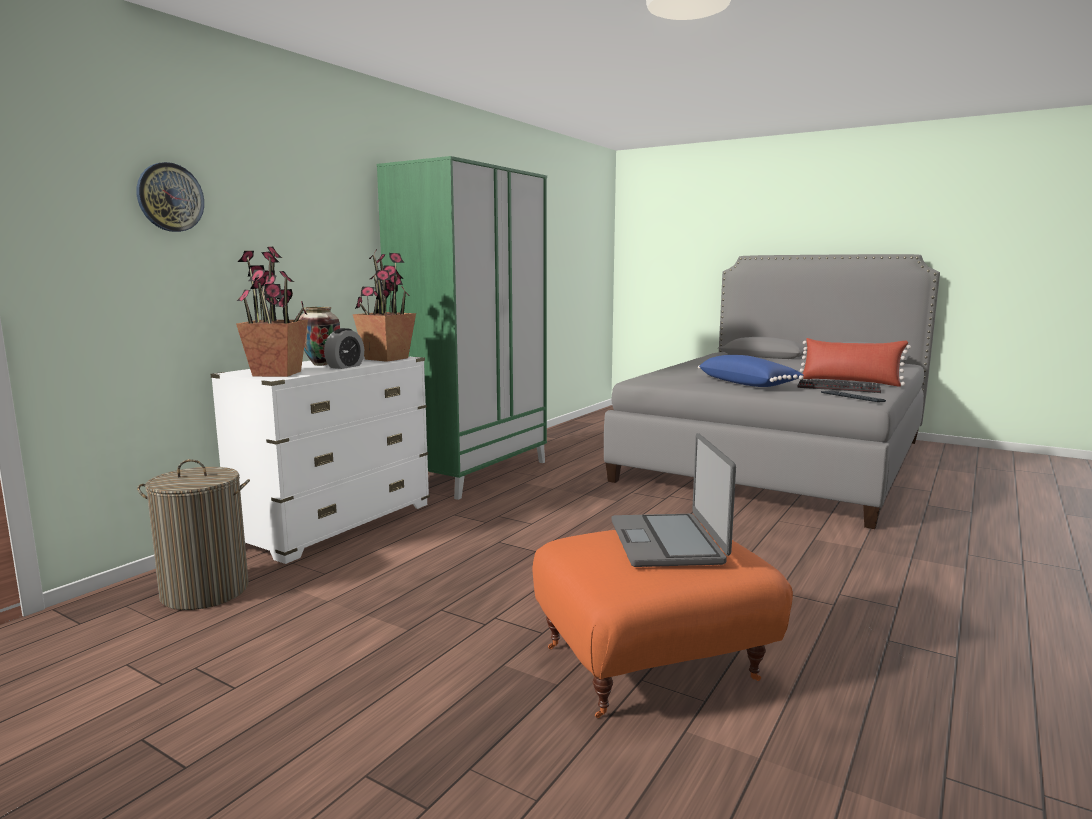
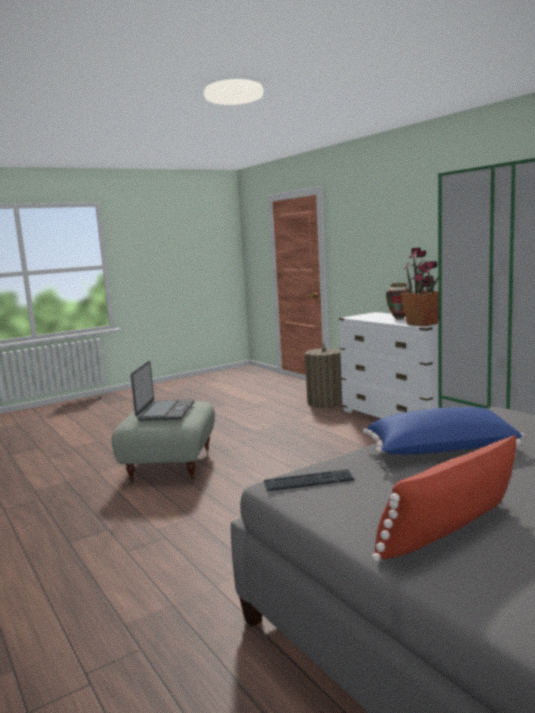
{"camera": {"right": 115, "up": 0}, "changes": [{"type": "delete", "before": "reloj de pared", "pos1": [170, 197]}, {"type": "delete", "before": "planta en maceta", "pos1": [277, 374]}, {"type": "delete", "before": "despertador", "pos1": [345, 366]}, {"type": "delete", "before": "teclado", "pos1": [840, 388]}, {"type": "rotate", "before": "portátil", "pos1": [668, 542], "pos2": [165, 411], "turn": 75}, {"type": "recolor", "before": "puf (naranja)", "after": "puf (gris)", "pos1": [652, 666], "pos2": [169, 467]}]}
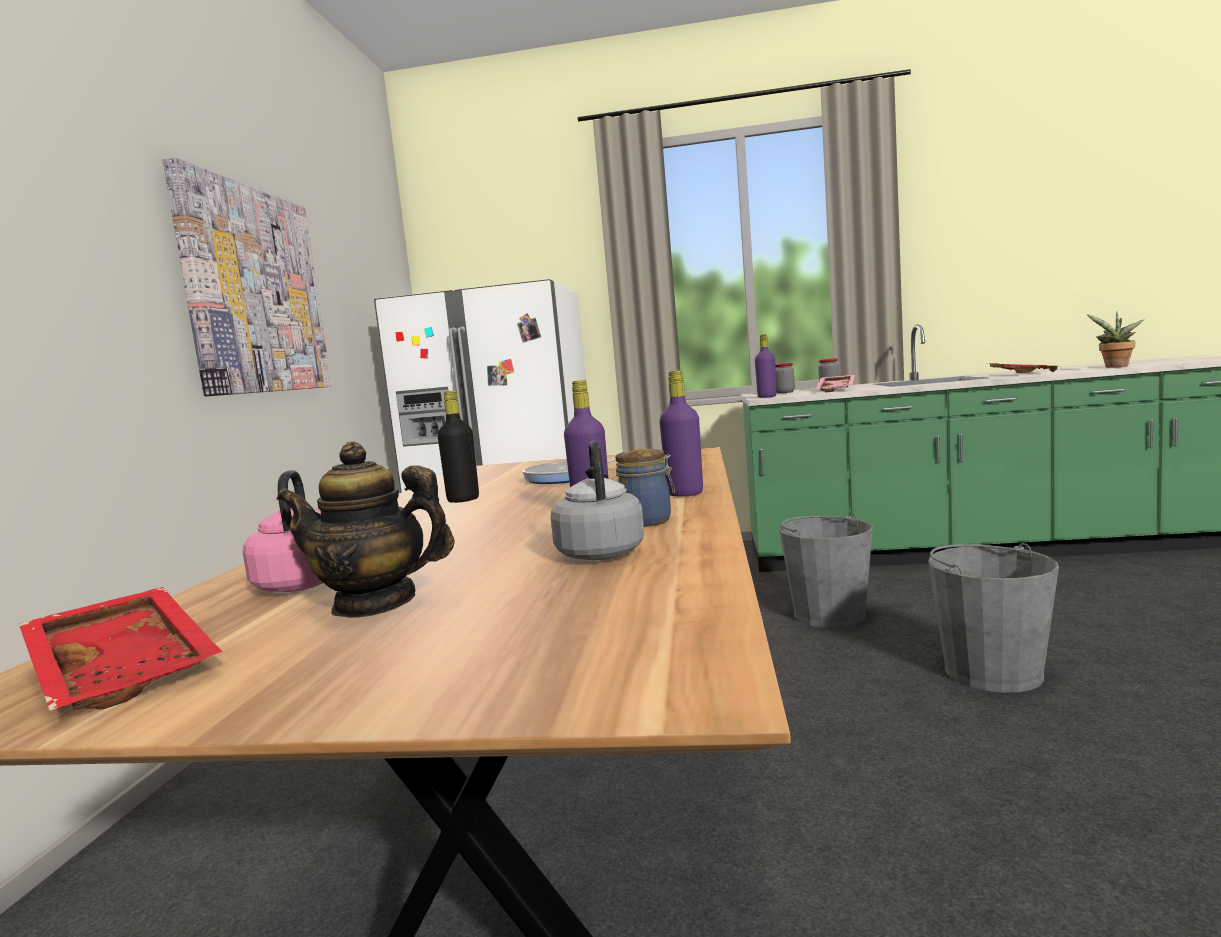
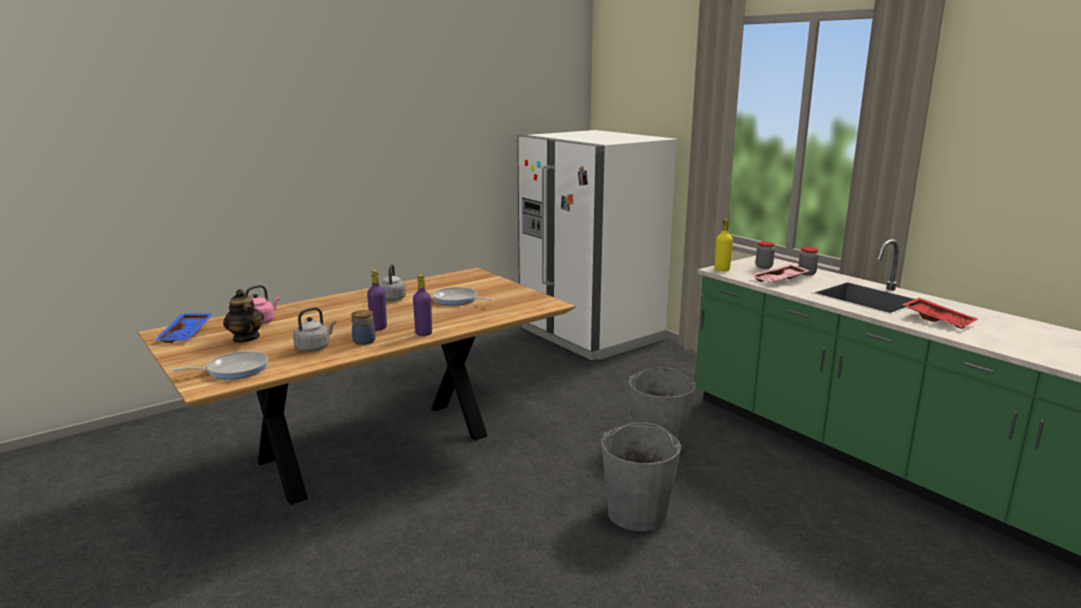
{"camera": {"right": 45, "up": 10}, "changes": [{"type": "delete", "before": "cuadro", "pos1": [254, 291]}, {"type": "delete", "before": "planta en maceta", "pos1": [1115, 367]}, {"type": "recolor", "before": "botella (morado)", "after": "botella (amarillo)", "pos1": [767, 397], "pos2": [722, 269]}, {"type": "replace", "before": "botella (negro)", "after": "hervidor (gris)", "pos1": [463, 500], "pos2": [392, 298]}, {"type": "recolor", "before": "bandeja (rojo)", "after": "bandeja (azul)", "pos1": [128, 668], "pos2": [187, 334]}, {"type": "insert", "after": "sartén", "pos2": [234, 369]}]}
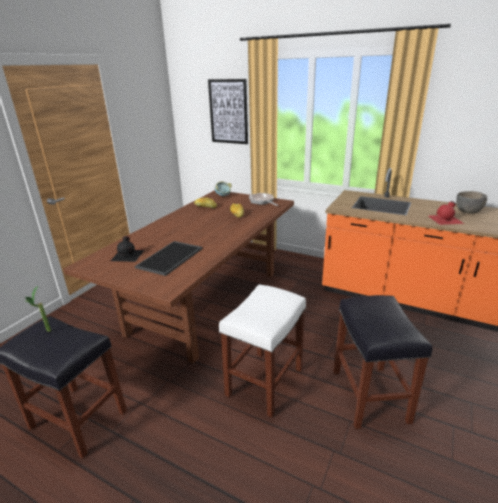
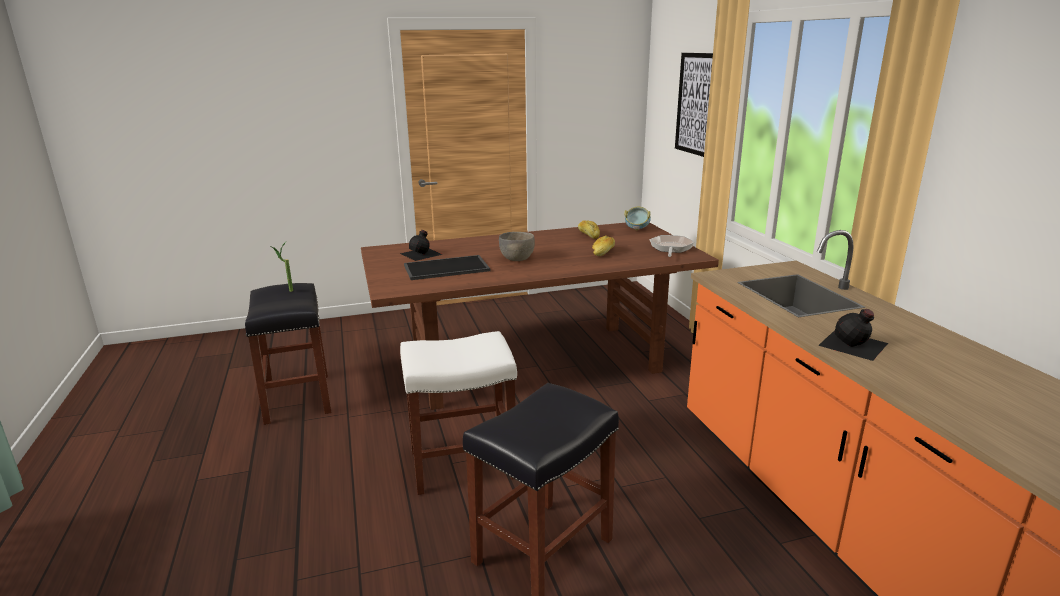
{"camera": {"right": 45, "up": -5}, "changes": [{"type": "move", "before": "cuenco (gris)", "pos1": [468, 212], "pos2": [517, 259]}, {"type": "recolor", "before": "botella (rojo)", "after": "botella (negro)", "pos1": [446, 219], "pos2": [853, 344]}]}
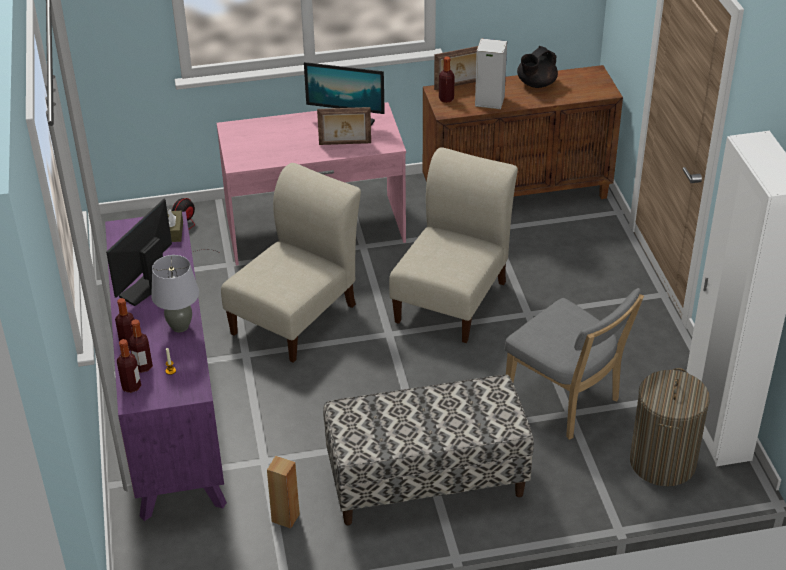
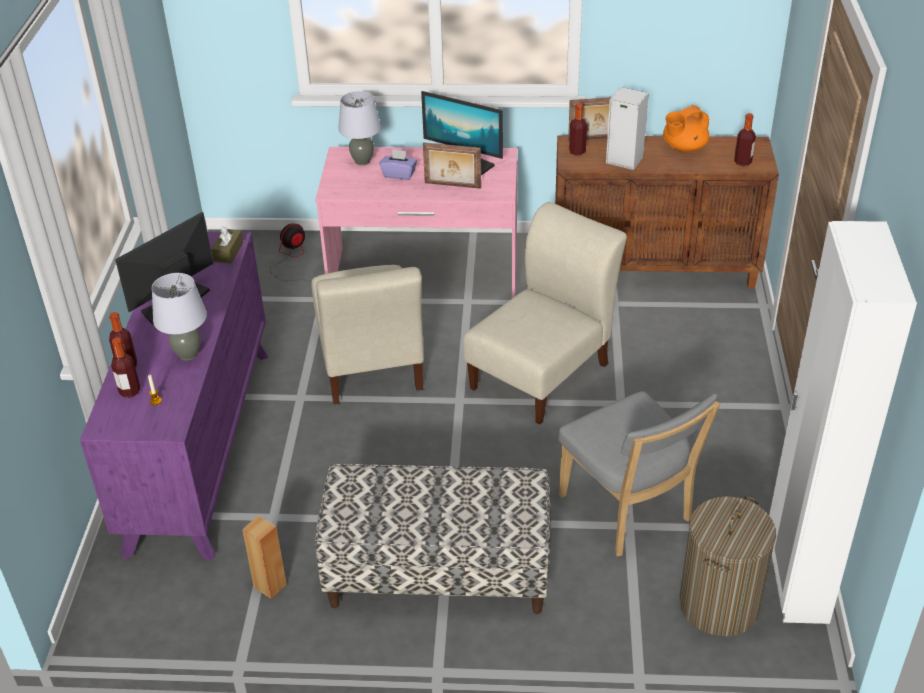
{"camera": {"right": 15, "up": 0}, "changes": [{"type": "recolor", "before": "tetera (negro)", "after": "tetera (naranja)", "pos1": [536, 84], "pos2": [684, 148]}, {"type": "rotate", "before": "silla (beis)", "pos1": [297, 316], "pos2": [370, 365], "turn": 120}, {"type": "move", "before": "botella", "pos1": [131, 387], "pos2": [742, 162]}, {"type": "insert", "after": "lámpara de mesa (gris)", "pos2": [362, 161]}, {"type": "insert", "after": "caja de pañuelos (morado)", "pos2": [399, 174]}]}
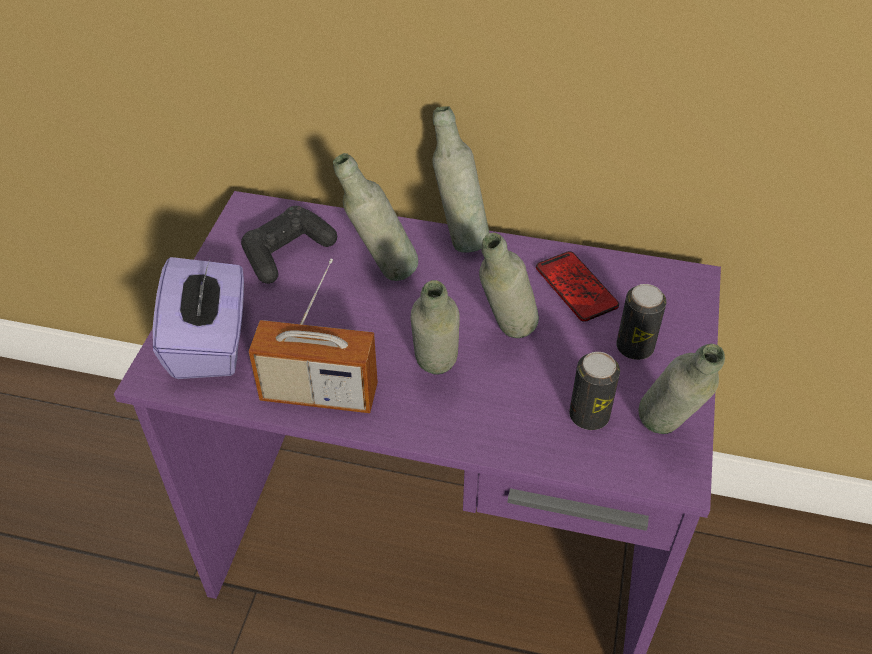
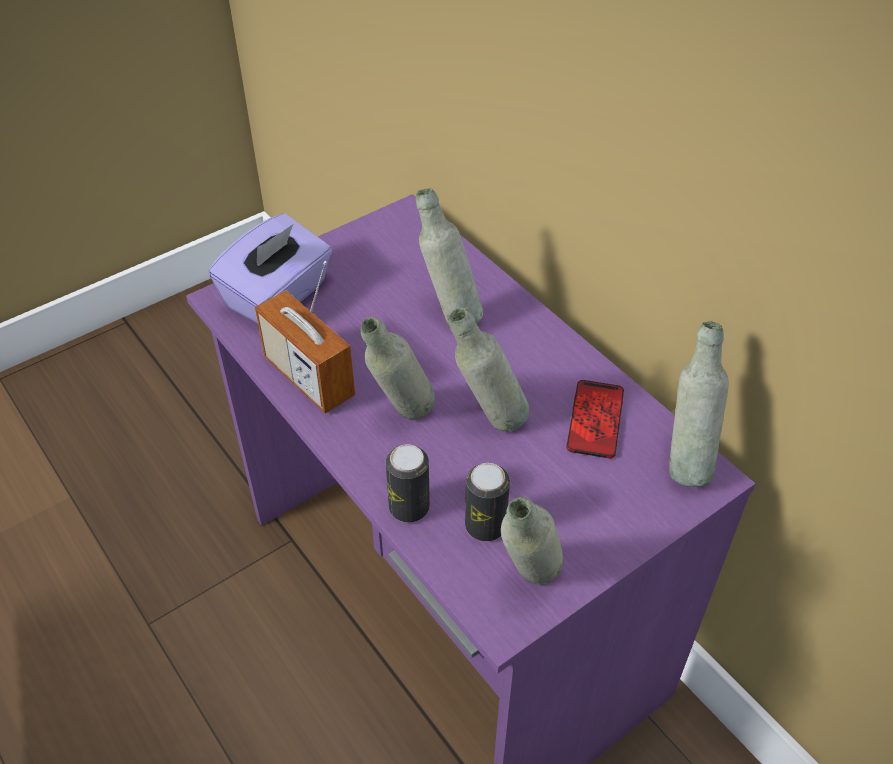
{"camera": {"right": 40, "up": 0}, "changes": [{"type": "move", "before": "botella (gris)", "pos1": [458, 239], "pos2": [685, 463]}, {"type": "delete", "before": "mando de consola (negro)", "pos1": [287, 253]}, {"type": "move", "before": "lata", "pos1": [634, 347], "pos2": [409, 507]}]}
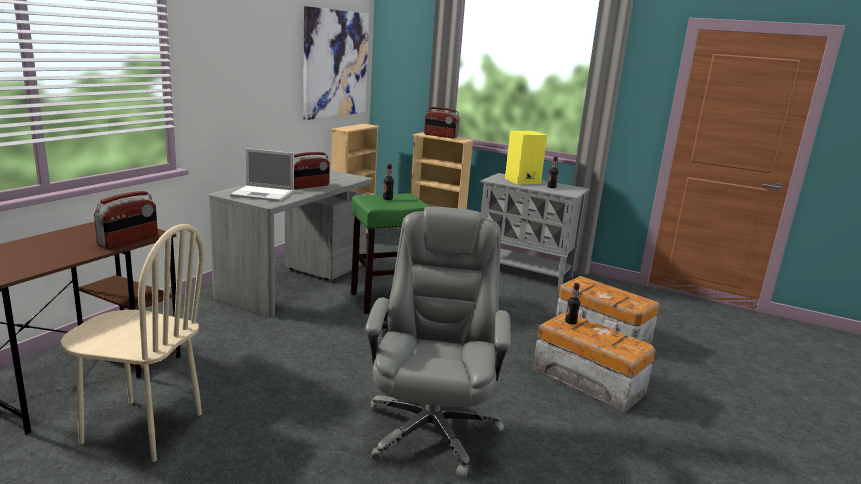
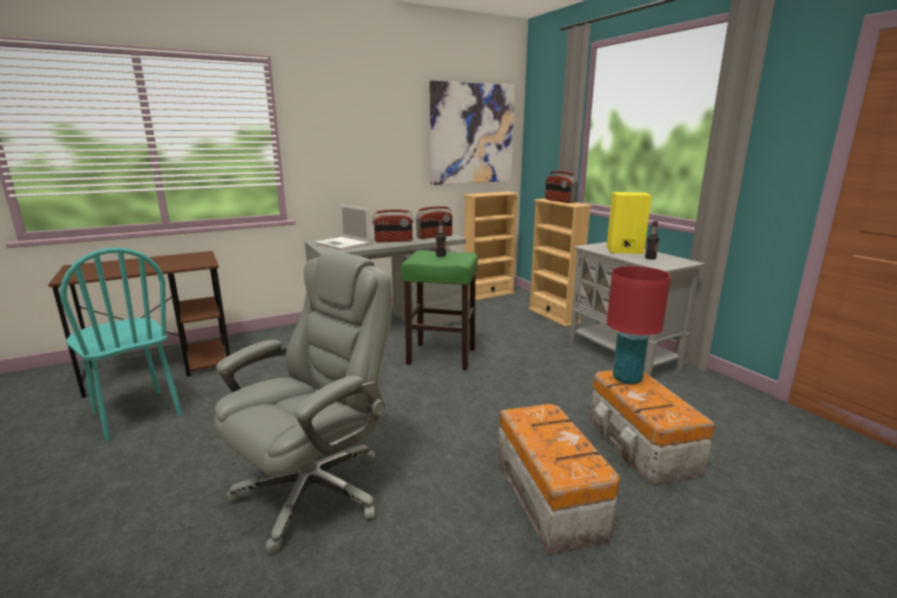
{"camera": {"right": 35, "up": 0}, "changes": [{"type": "move", "before": "radio", "pos1": [129, 241], "pos2": [434, 236]}, {"type": "recolor", "before": "silla (beis)", "after": "silla (turquesa)", "pos1": [142, 428], "pos2": [136, 414]}, {"type": "delete", "before": "botella", "pos1": [570, 322]}, {"type": "insert", "after": "lámpara de mesa (rojo)", "pos2": [627, 379]}]}
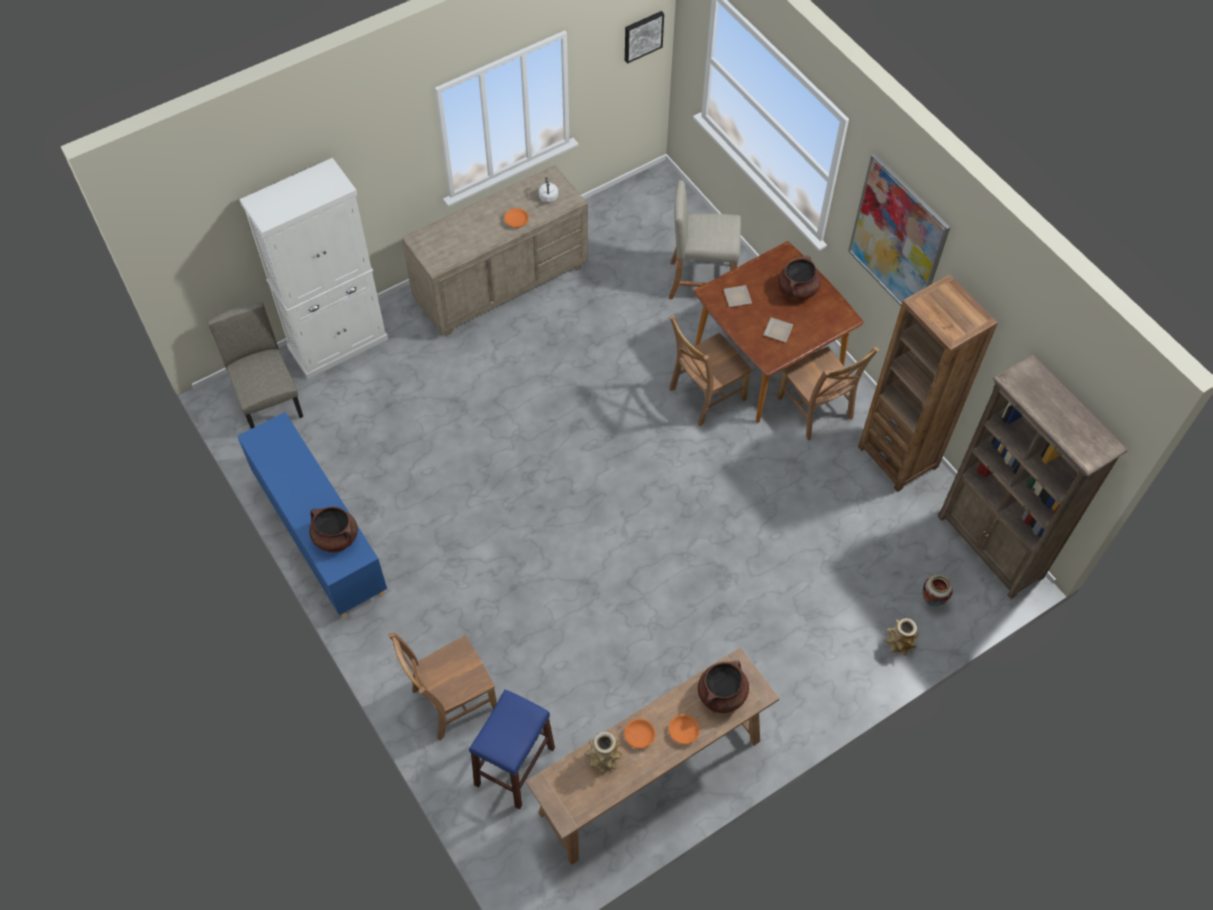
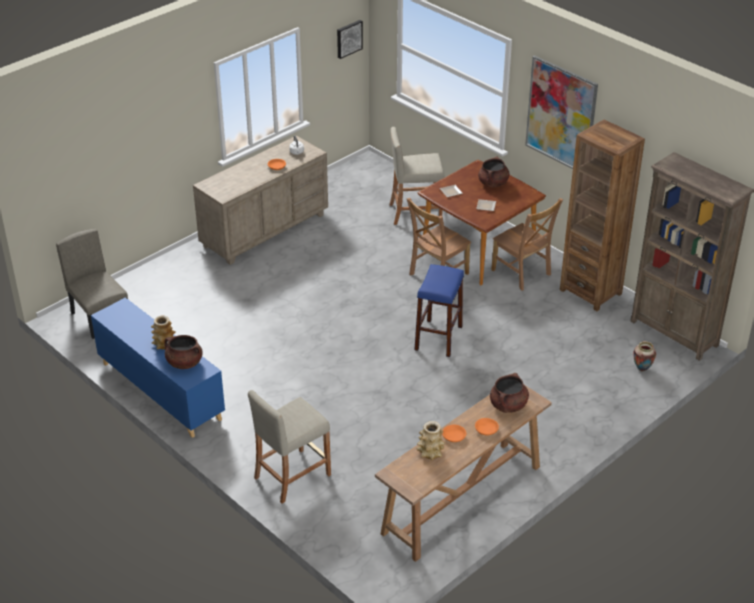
{"camera": {"right": -10, "up": -20}, "changes": [{"type": "delete", "before": "armario (blanco)", "pos1": [338, 343]}, {"type": "move", "before": "florero", "pos1": [899, 642], "pos2": [164, 344]}, {"type": "replace", "before": "silla (marrón)", "after": "taburete (beis)", "pos1": [451, 700], "pos2": [292, 476]}, {"type": "move", "before": "taburete (azul)", "pos1": [515, 766], "pos2": [438, 338]}]}
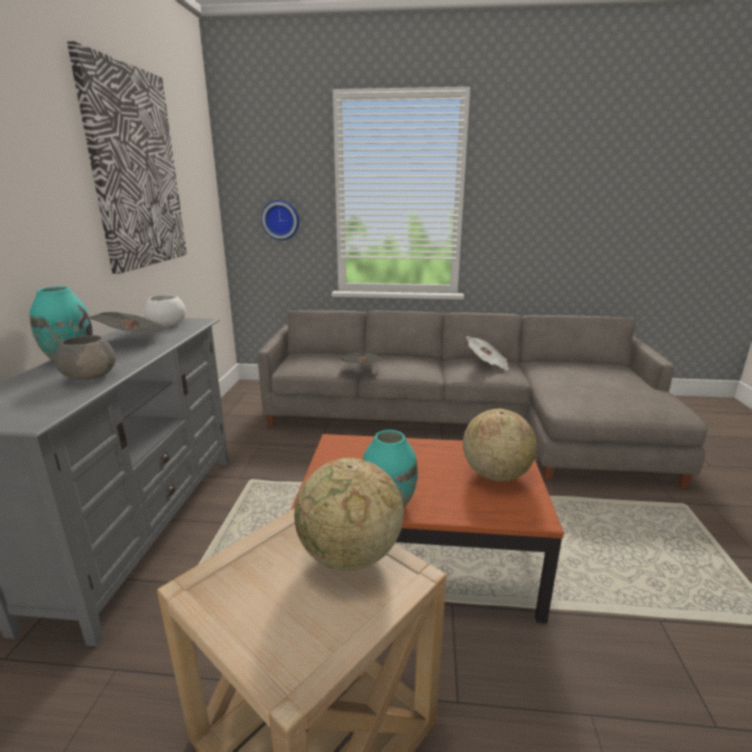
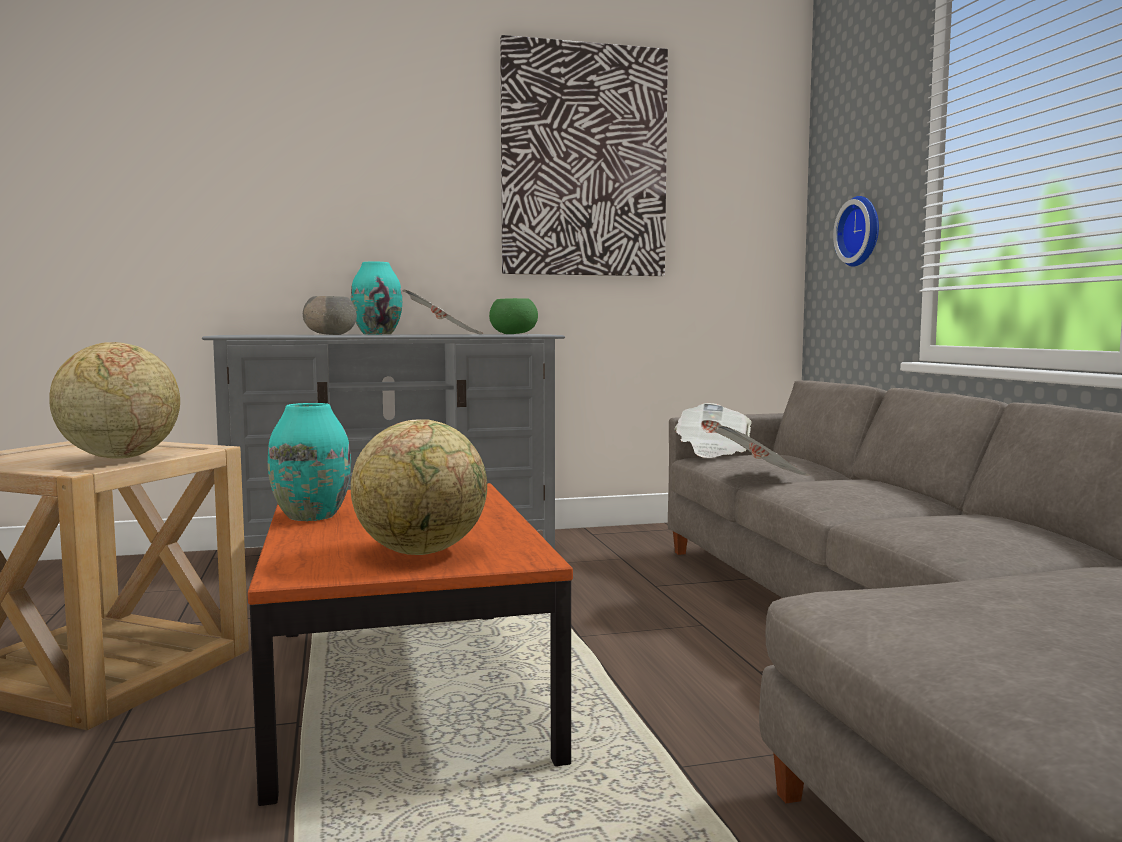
{"camera": {"right": 70, "up": -15}, "changes": [{"type": "recolor", "before": "cuenco (blanco)", "after": "cuenco (verde)", "pos1": [166, 325], "pos2": [512, 334]}, {"type": "move", "before": "periódico", "pos1": [487, 364], "pos2": [712, 452]}]}
